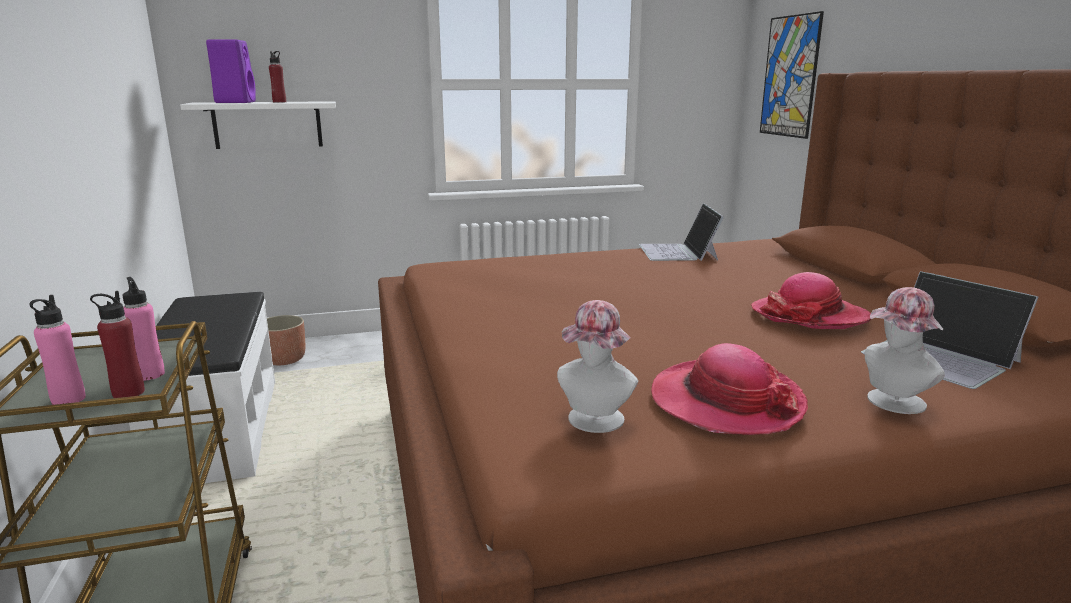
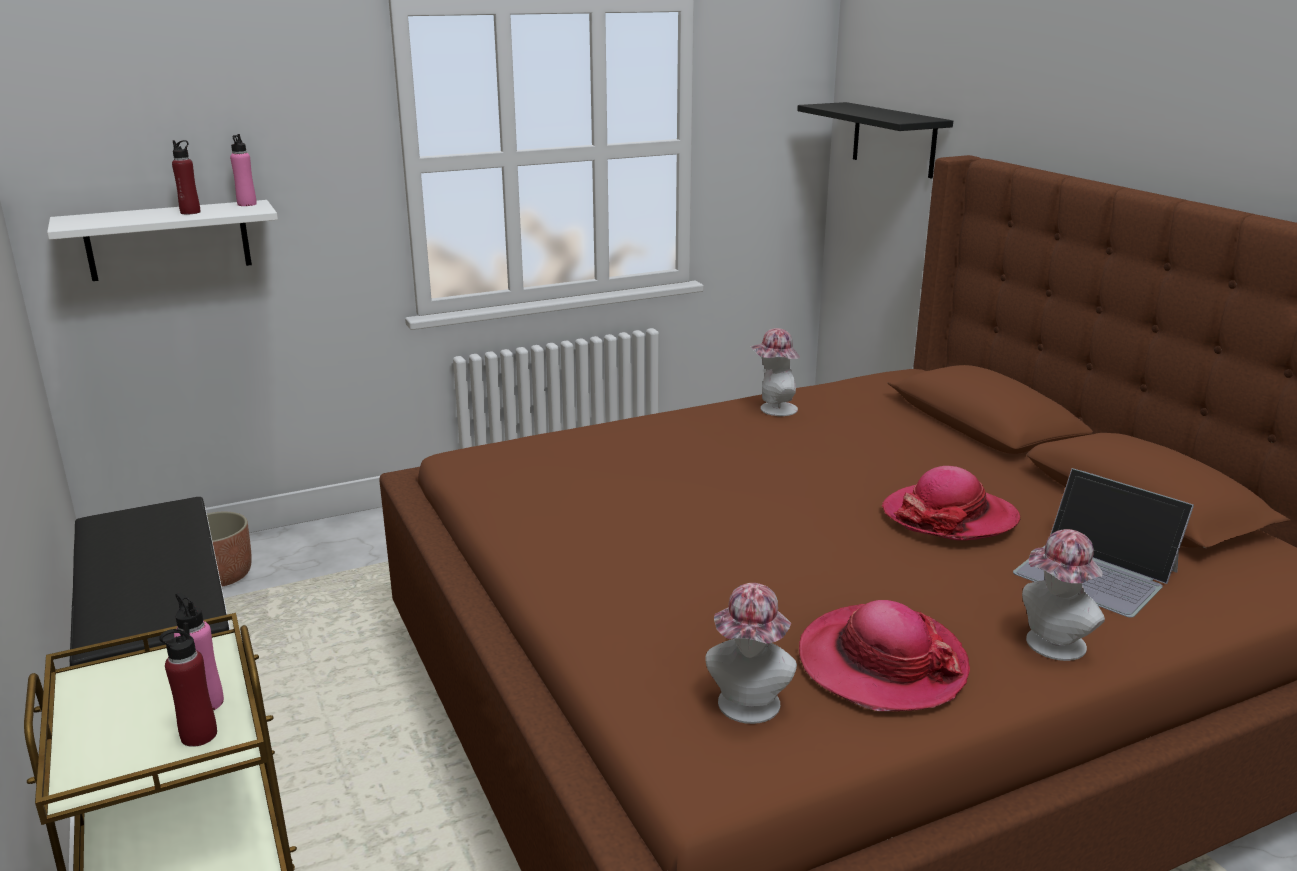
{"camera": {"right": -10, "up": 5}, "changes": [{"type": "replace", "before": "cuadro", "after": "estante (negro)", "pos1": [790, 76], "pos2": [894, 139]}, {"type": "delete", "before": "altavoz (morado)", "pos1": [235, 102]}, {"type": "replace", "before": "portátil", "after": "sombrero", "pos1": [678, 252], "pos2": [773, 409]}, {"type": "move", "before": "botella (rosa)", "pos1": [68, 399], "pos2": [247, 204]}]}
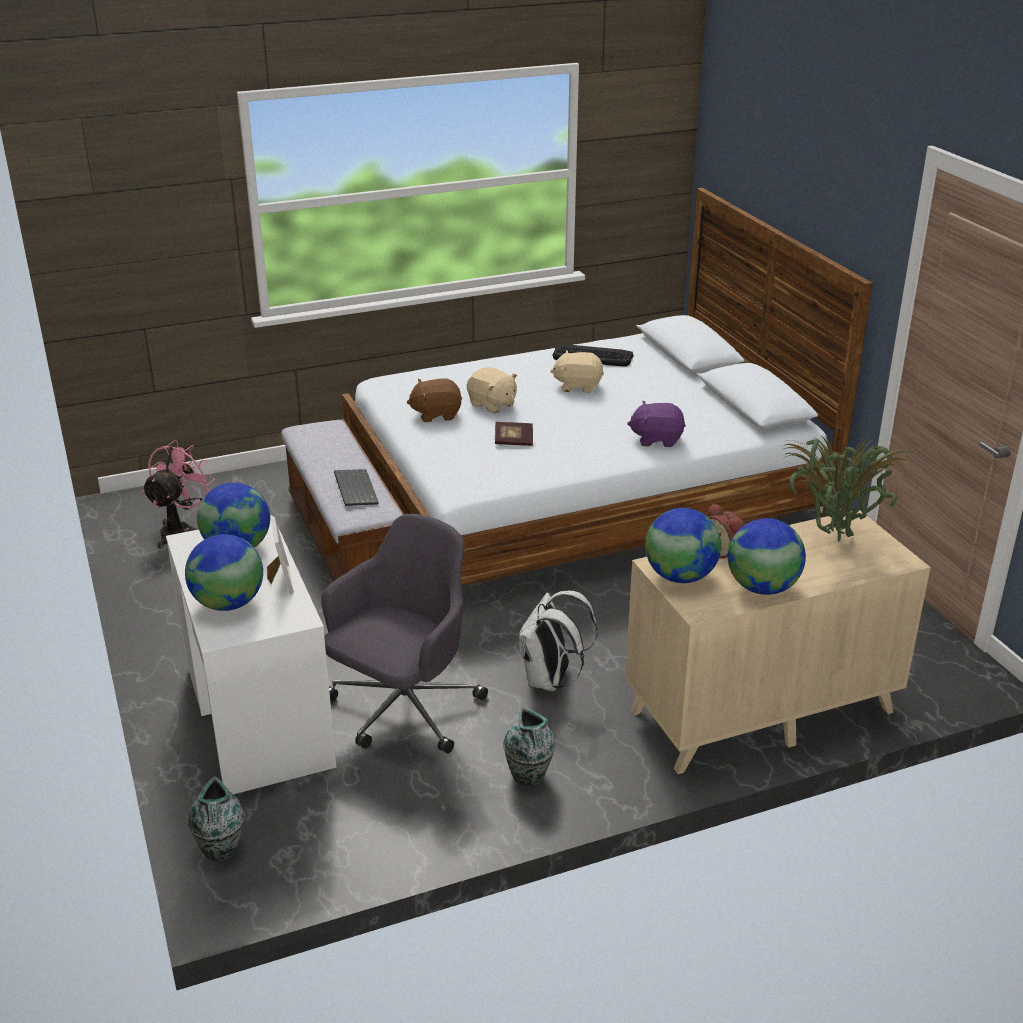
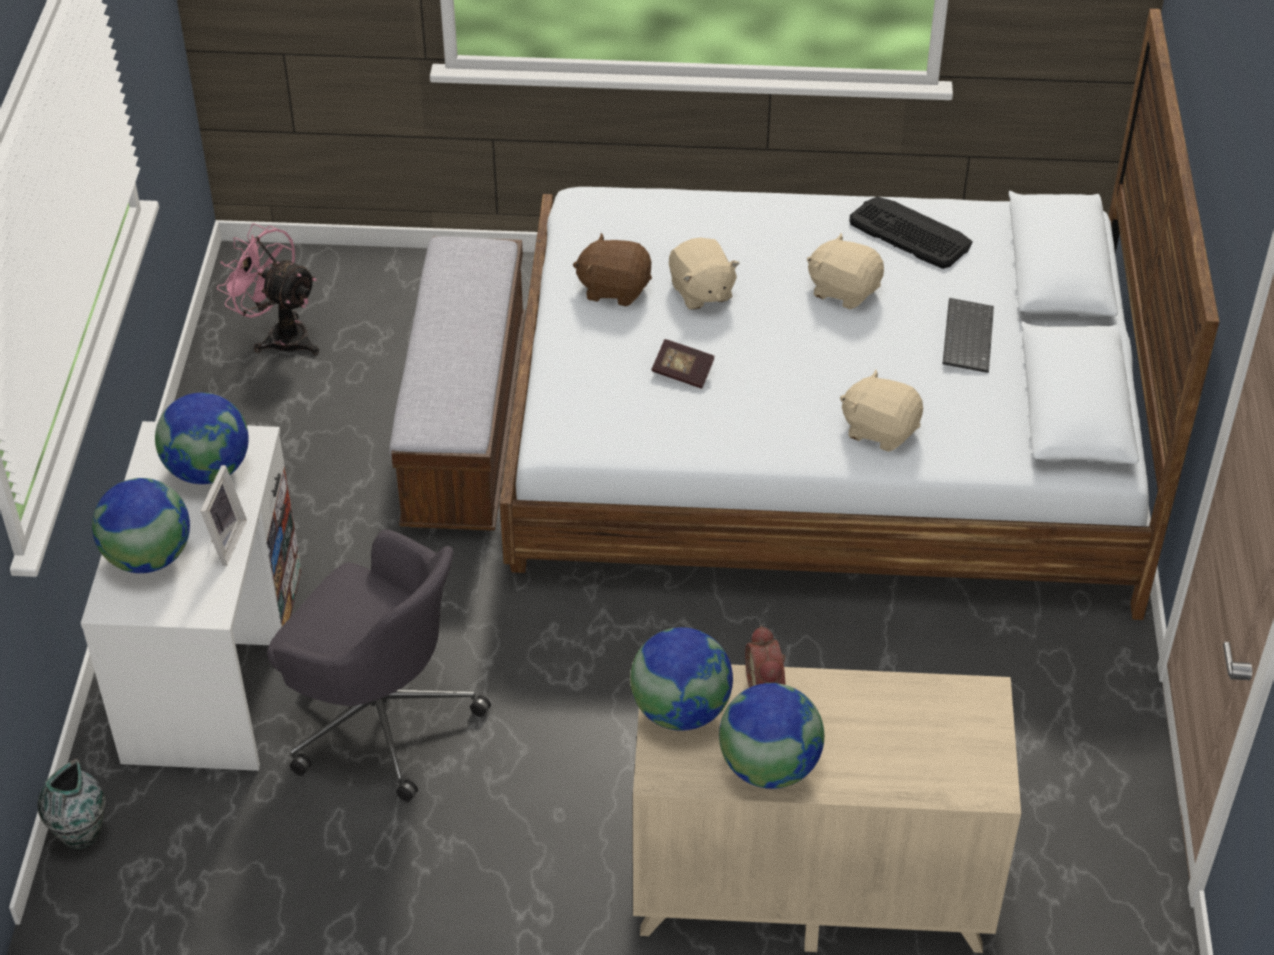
{"camera": {"right": 25, "up": 15}, "changes": [{"type": "recolor", "before": "peluche (morado)", "after": "peluche (beis)", "pos1": [656, 439], "pos2": [880, 430]}, {"type": "delete", "before": "planta en maceta", "pos1": [833, 537]}, {"type": "rotate", "before": "ventilador (rosa)", "pos1": [181, 530], "pos2": [280, 335], "turn": -105}, {"type": "move", "before": "teclado", "pos1": [354, 489], "pos2": [966, 336]}, {"type": "rotate", "before": "silla de oficina (gris)", "pos1": [403, 710], "pos2": [379, 716], "turn": 60}, {"type": "delete", "before": "mochila (blanco)", "pos1": [550, 680]}, {"type": "delete", "before": "florero", "pos1": [528, 776]}]}
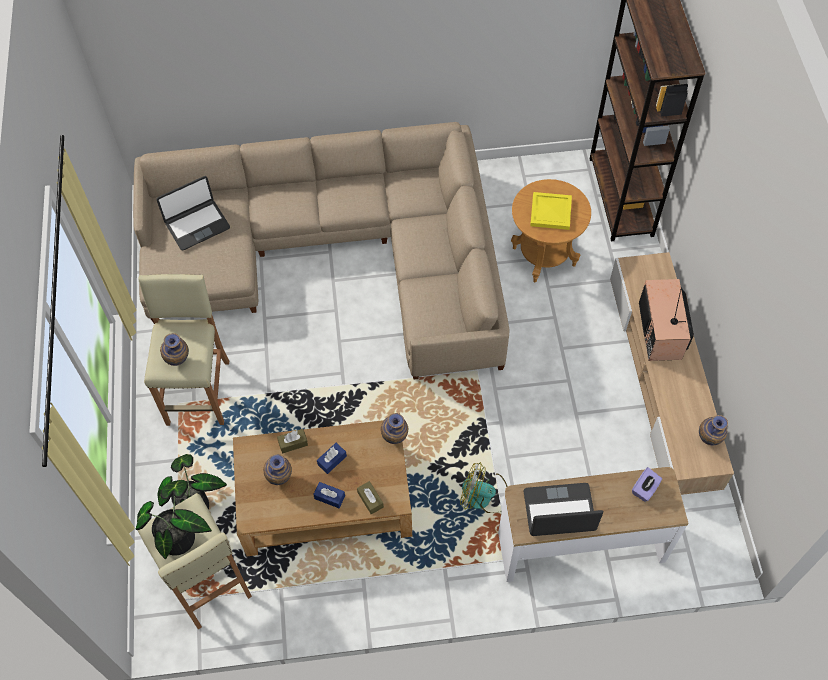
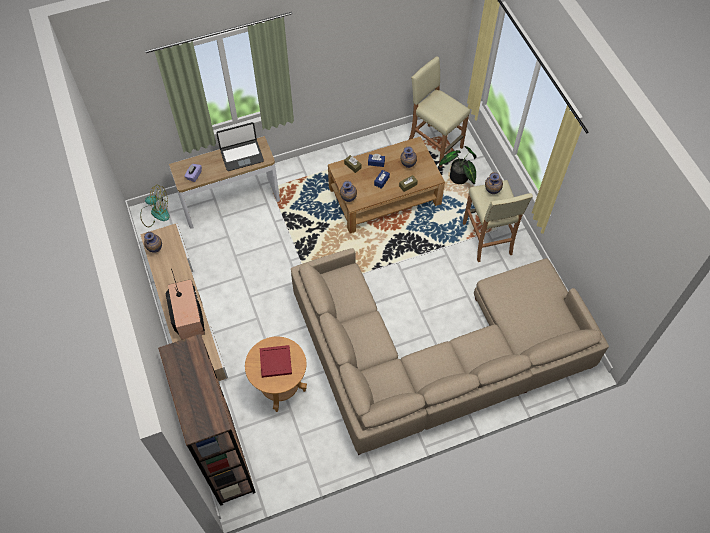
{"camera": {"right": 165, "up": 0}, "changes": [{"type": "delete", "before": "portátil", "pos1": [197, 225]}, {"type": "recolor", "before": "bandeja (amarillo)", "after": "bandeja (rojo)", "pos1": [550, 212], "pos2": [276, 361]}, {"type": "move", "before": "ventilador", "pos1": [483, 496], "pos2": [155, 213]}, {"type": "delete", "before": "planta en maceta", "pos1": [180, 535]}]}
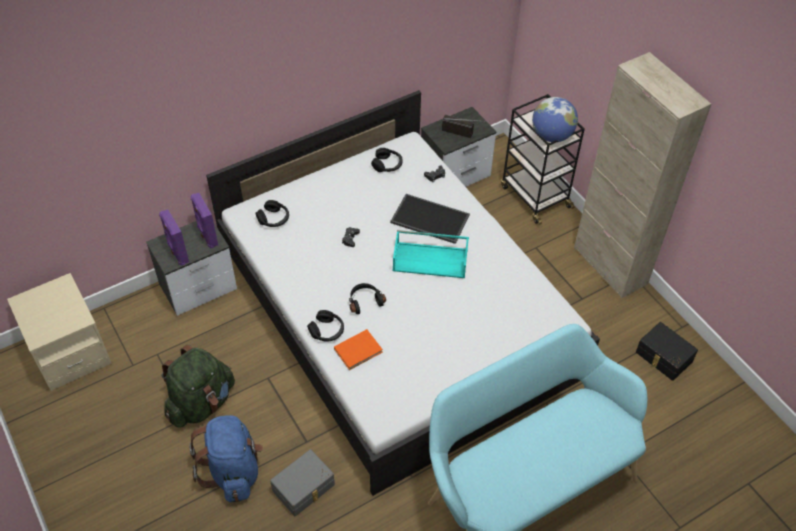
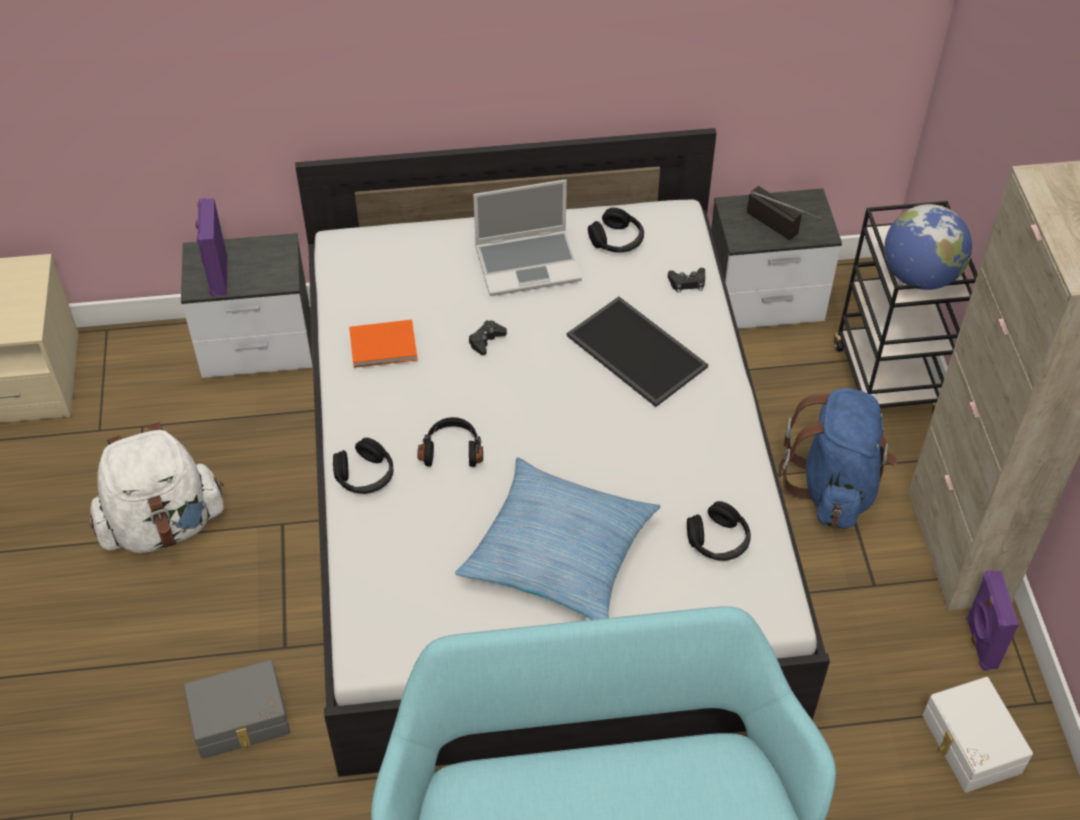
{"camera": {"right": 25, "up": 0}, "changes": [{"type": "move", "before": "altavoz (morado)", "pos1": [207, 236], "pos2": [979, 643]}, {"type": "move", "before": "auriculares (negro)", "pos1": [274, 219], "pos2": [718, 540]}, {"type": "delete", "before": "bandeja (turquesa)", "pos1": [431, 259]}, {"type": "recolor", "before": "caja de almacenaje (negro)", "after": "caja de almacenaje (blanco)", "pos1": [663, 357], "pos2": [969, 744]}, {"type": "move", "before": "libro (naranja)", "pos1": [359, 350], "pos2": [385, 346]}, {"type": "recolor", "before": "mochila (verde)", "after": "mochila (blanco)", "pos1": [201, 403], "pos2": [163, 525]}, {"type": "move", "before": "mochila (azul)", "pos1": [233, 471], "pos2": [834, 487]}, {"type": "insert", "after": "portátil", "pos2": [529, 263]}, {"type": "insert", "after": "cojín", "pos2": [559, 552]}]}
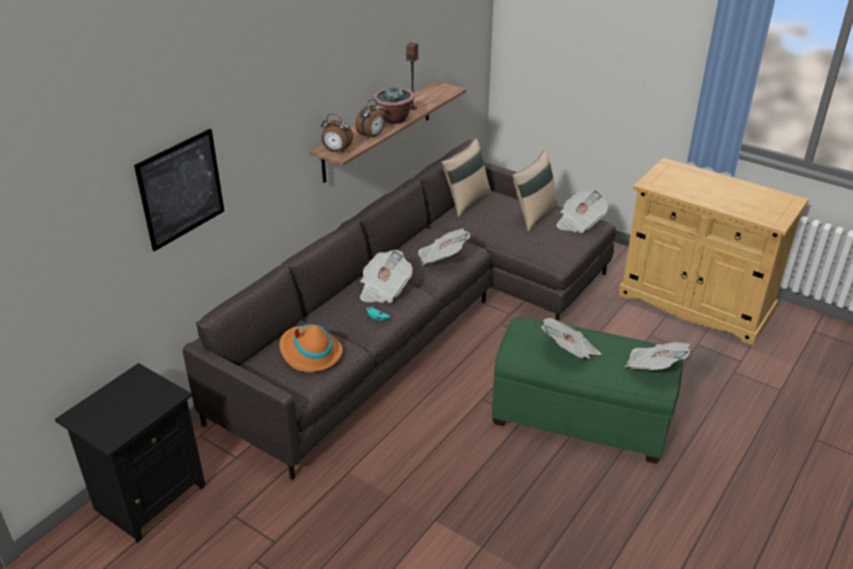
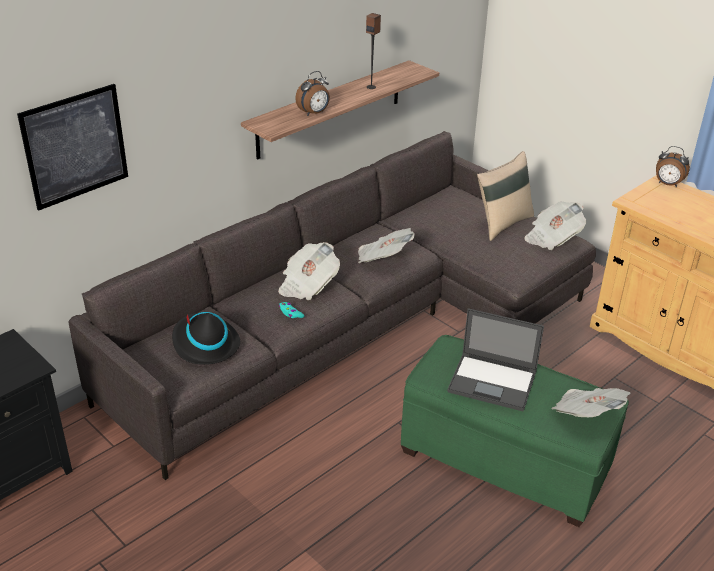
{"camera": {"right": 10, "up": 0}, "changes": [{"type": "delete", "before": "planta en maceta", "pos1": [394, 119]}, {"type": "move", "before": "despertador", "pos1": [336, 151], "pos2": [667, 184]}, {"type": "delete", "before": "cojín (beis)", "pos1": [465, 201]}, {"type": "replace", "before": "periódico", "after": "portátil", "pos1": [569, 351], "pos2": [493, 382]}, {"type": "recolor", "before": "sombrero (naranja)", "after": "sombrero (negro)", "pos1": [310, 353], "pos2": [205, 343]}]}
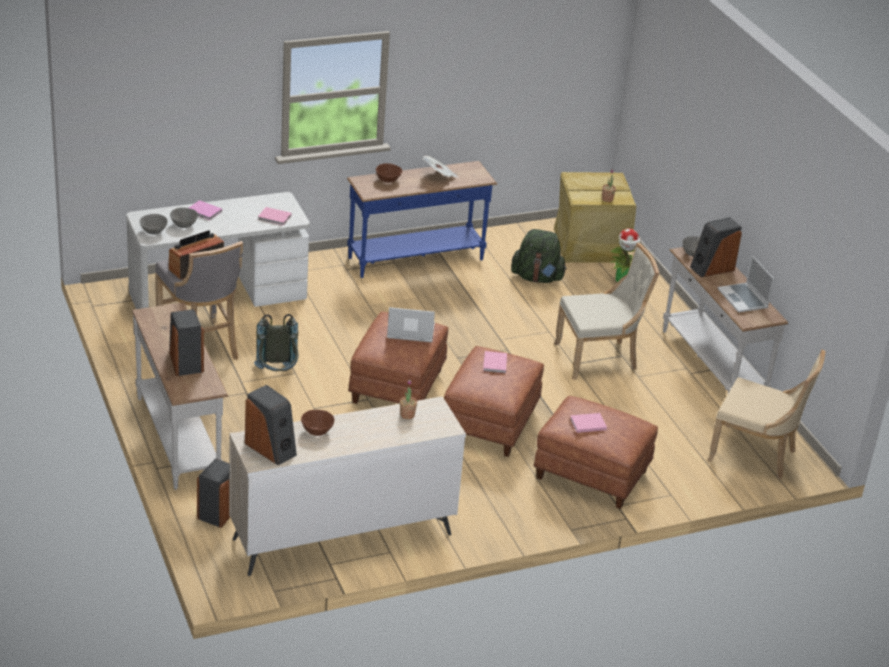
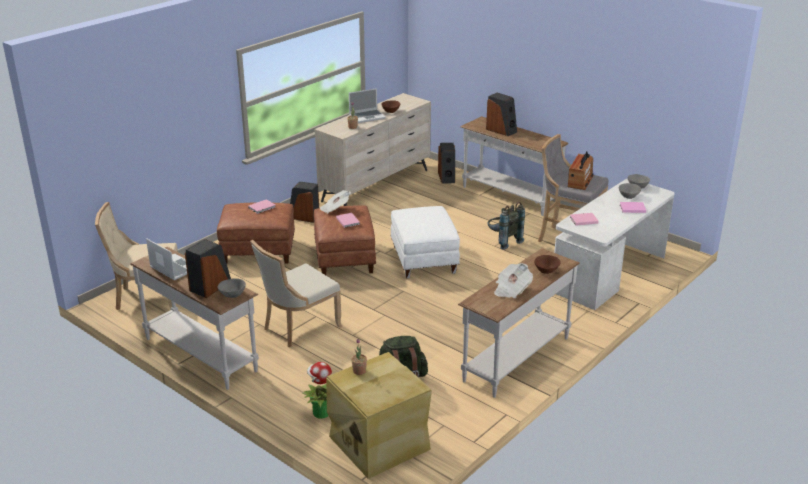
{"camera": {"right": 155, "up": -5}, "changes": [{"type": "recolor", "before": "mesa consola (azul)", "after": "mesa consola (blanco)", "pos1": [416, 259], "pos2": [515, 358]}, {"type": "move", "before": "portátil", "pos1": [410, 331], "pos2": [367, 117]}, {"type": "recolor", "before": "puf (marrón)", "after": "puf (blanco)", "pos1": [396, 385], "pos2": [424, 260]}, {"type": "move", "before": "altavoz", "pos1": [271, 448], "pos2": [304, 217]}, {"type": "insert", "after": "periódico", "pos2": [335, 209]}]}
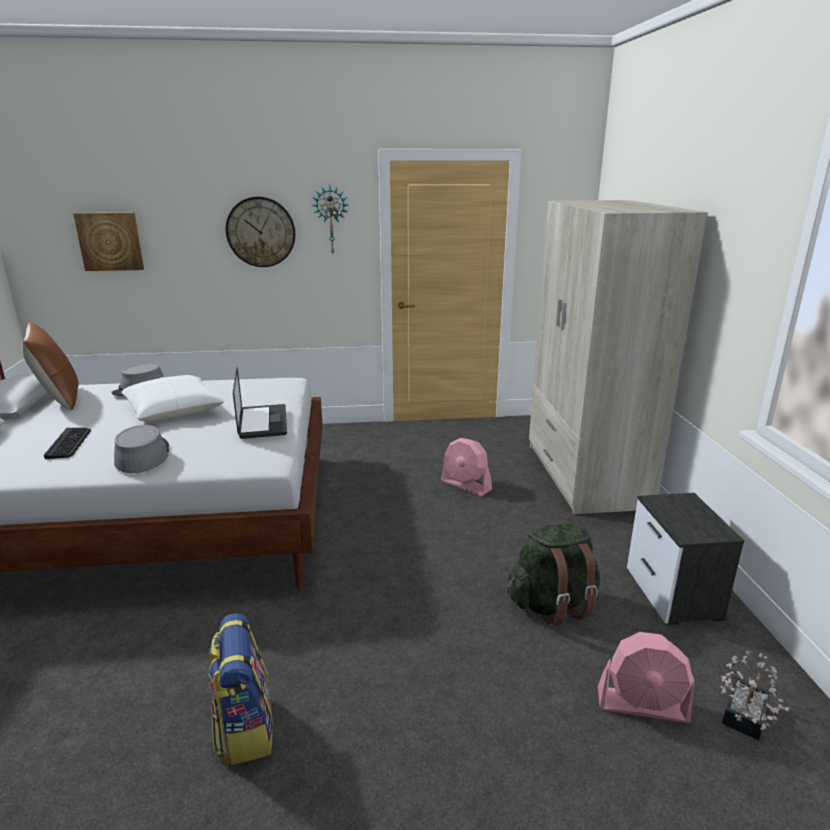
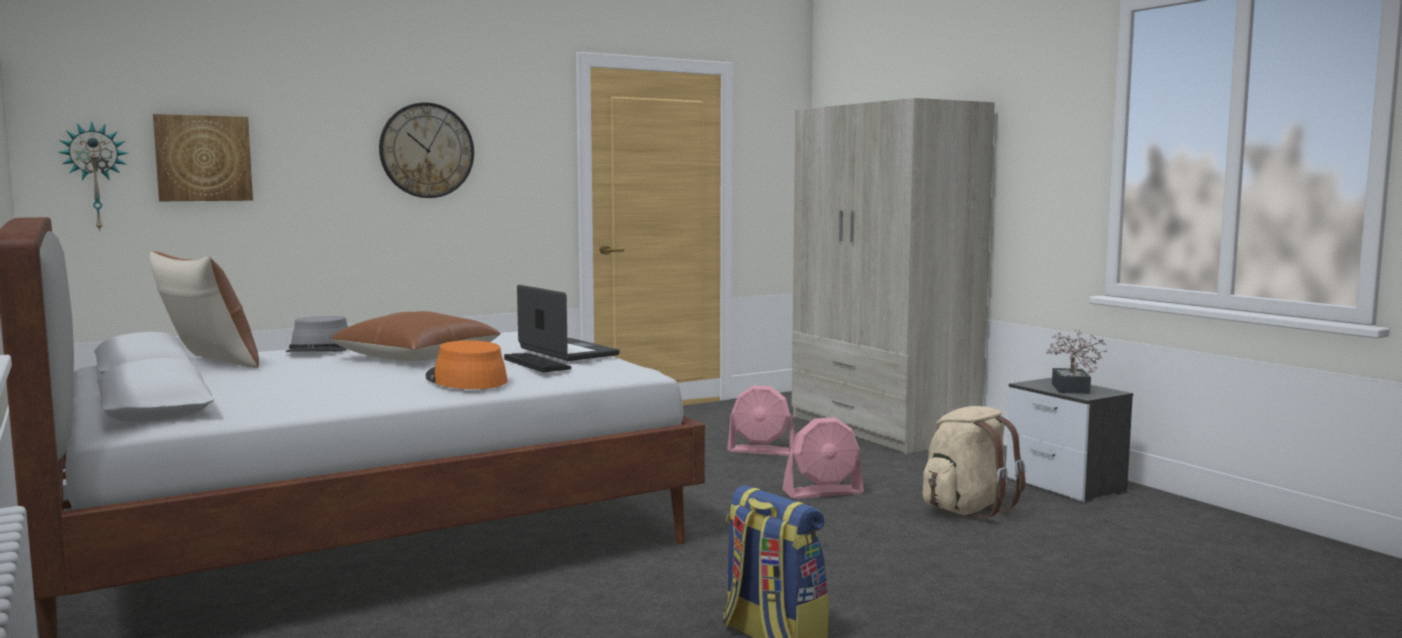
{"camera": {"right": -25, "up": -15}, "changes": [{"type": "move", "before": "reloj de pared", "pos1": [331, 220], "pos2": [95, 177]}, {"type": "recolor", "before": "cojín (blanco)", "after": "cojín (marrón)", "pos1": [173, 410], "pos2": [417, 357]}, {"type": "recolor", "before": "sombrero (gris)", "after": "sombrero (naranja)", "pos1": [142, 455], "pos2": [465, 380]}, {"type": "move", "before": "teclado", "pos1": [69, 443], "pos2": [537, 364]}, {"type": "recolor", "before": "mochila (verde)", "after": "mochila (beis)", "pos1": [552, 604], "pos2": [967, 509]}, {"type": "move", "before": "ventilador (rosa)", "pos1": [642, 705], "pos2": [823, 492]}, {"type": "move", "before": "planta en maceta", "pos1": [742, 718], "pos2": [1070, 390]}]}
